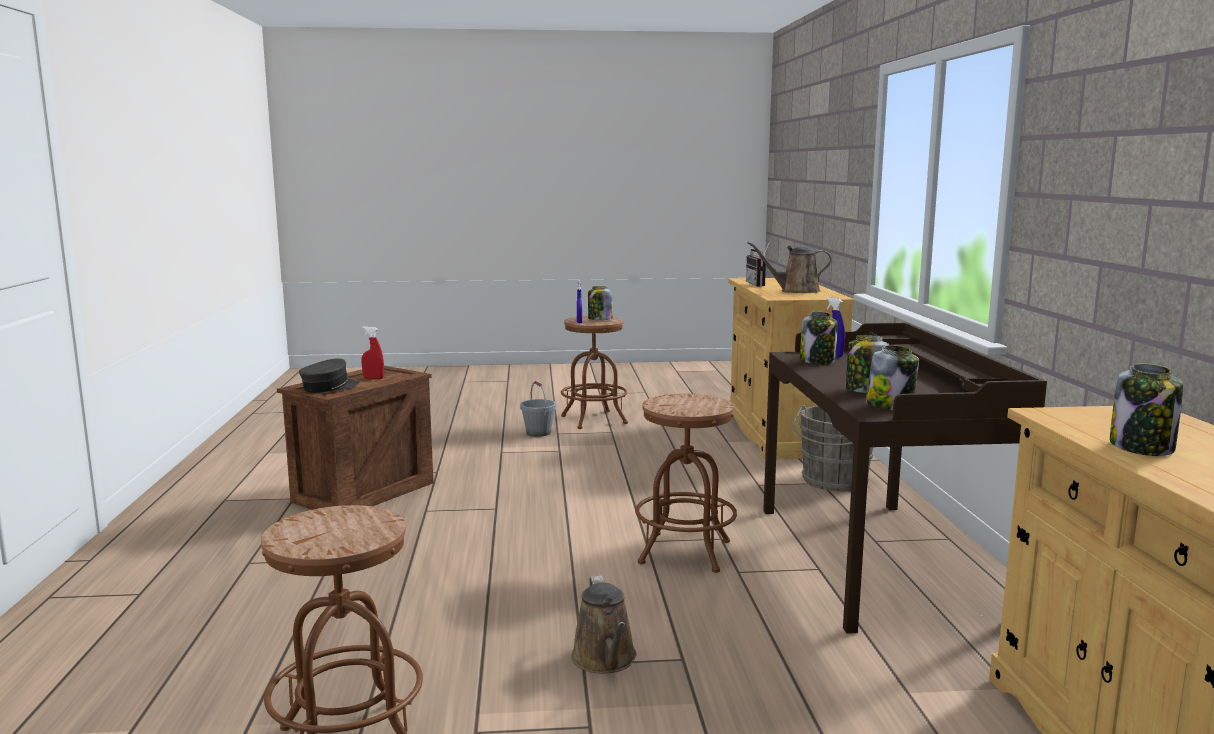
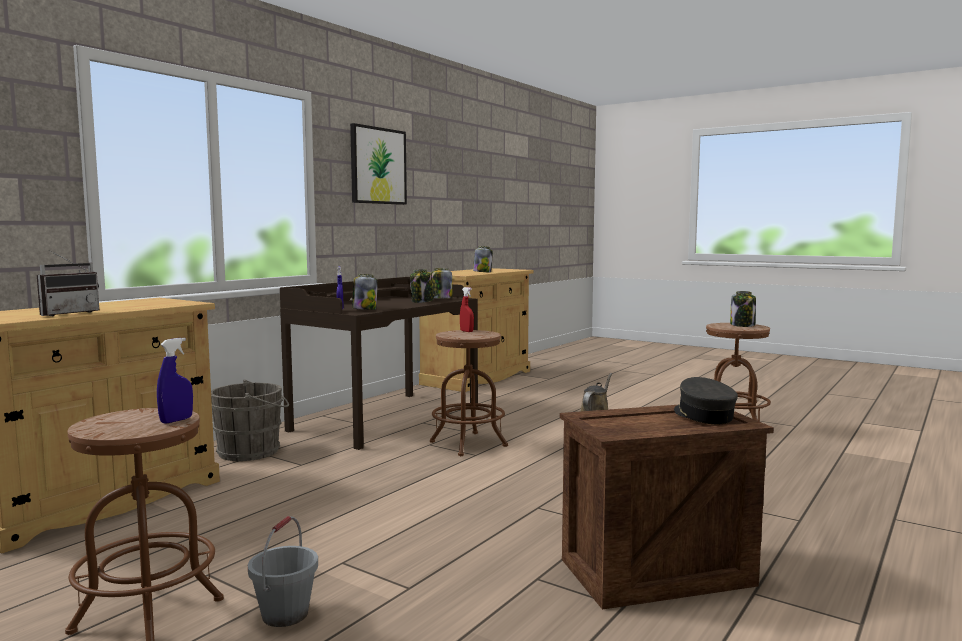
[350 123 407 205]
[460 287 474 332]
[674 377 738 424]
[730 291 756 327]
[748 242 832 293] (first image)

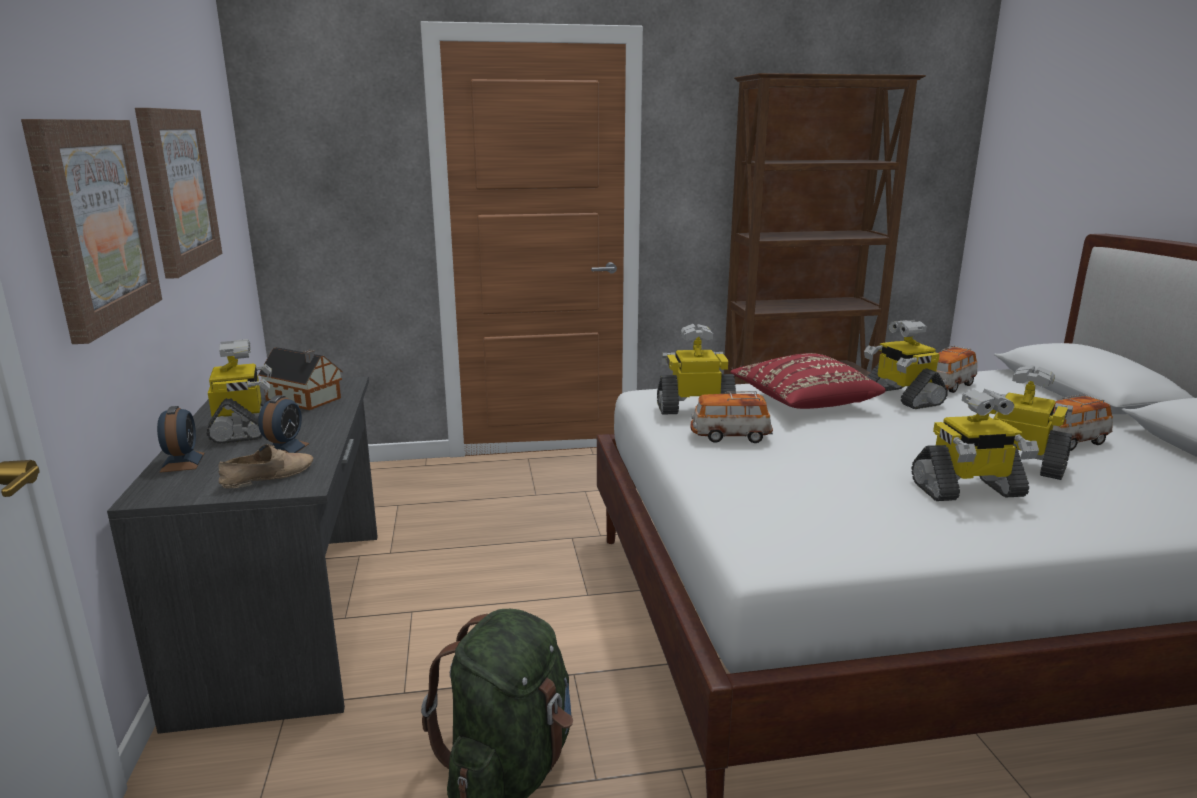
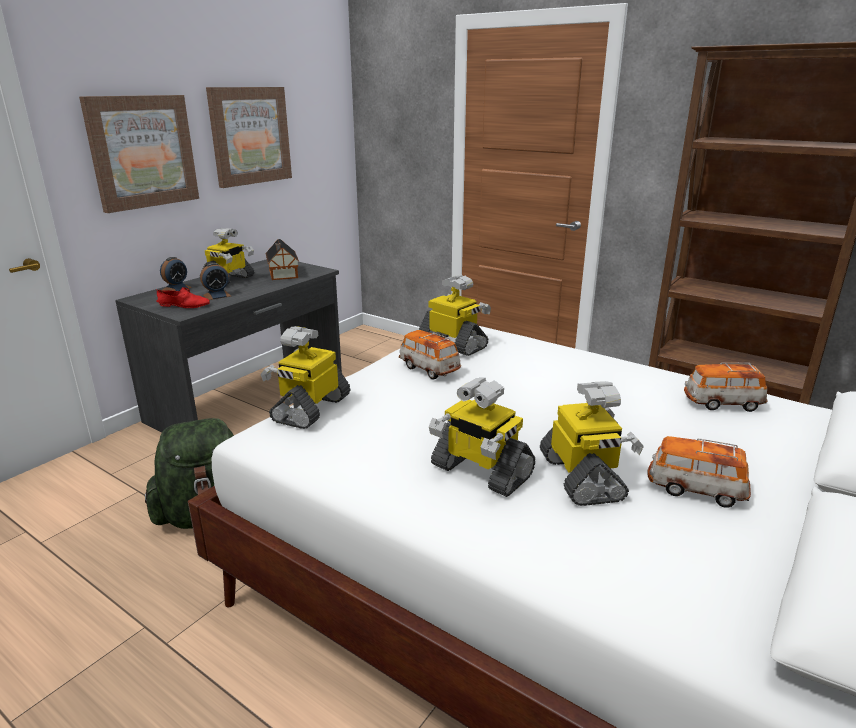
[156 287 210 308]
[261 326 351 429]
[730 353 886 409] (first image)

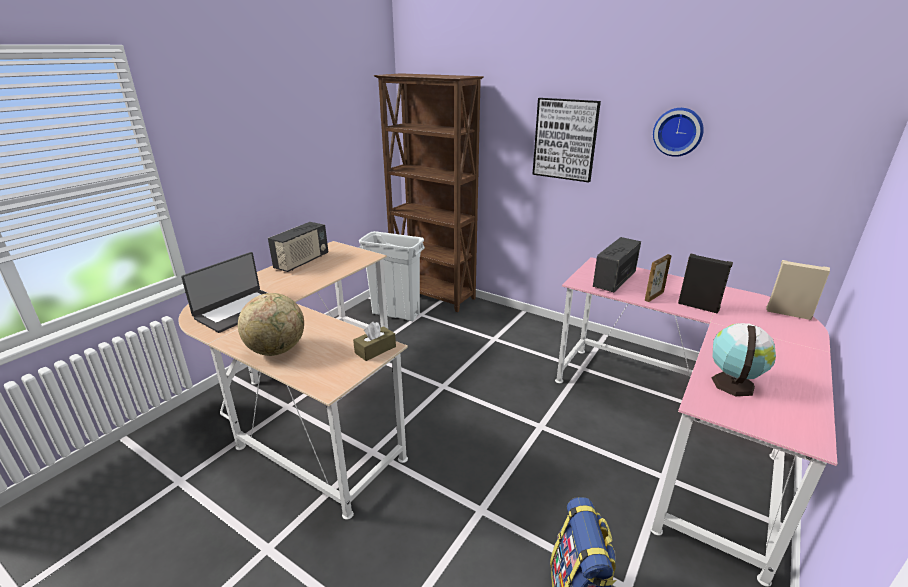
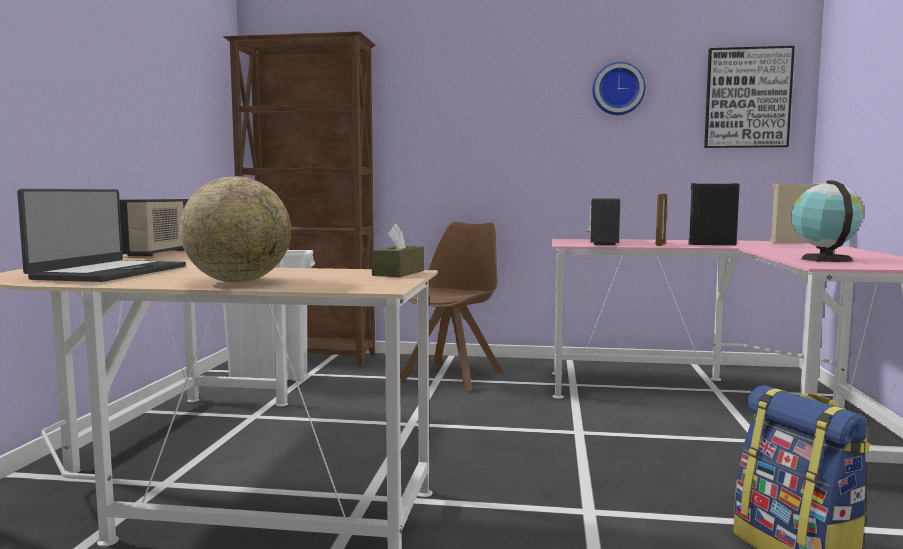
[400 222 503 391]
[704 46 795 148]

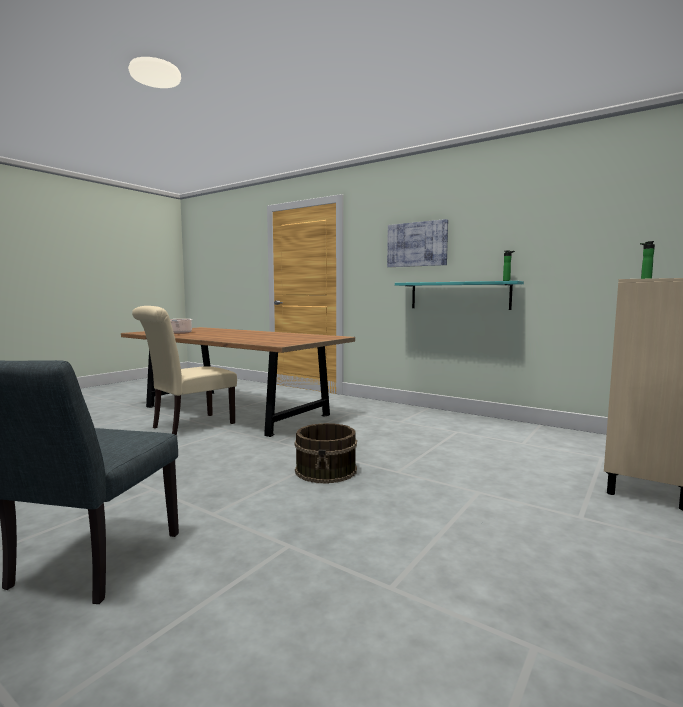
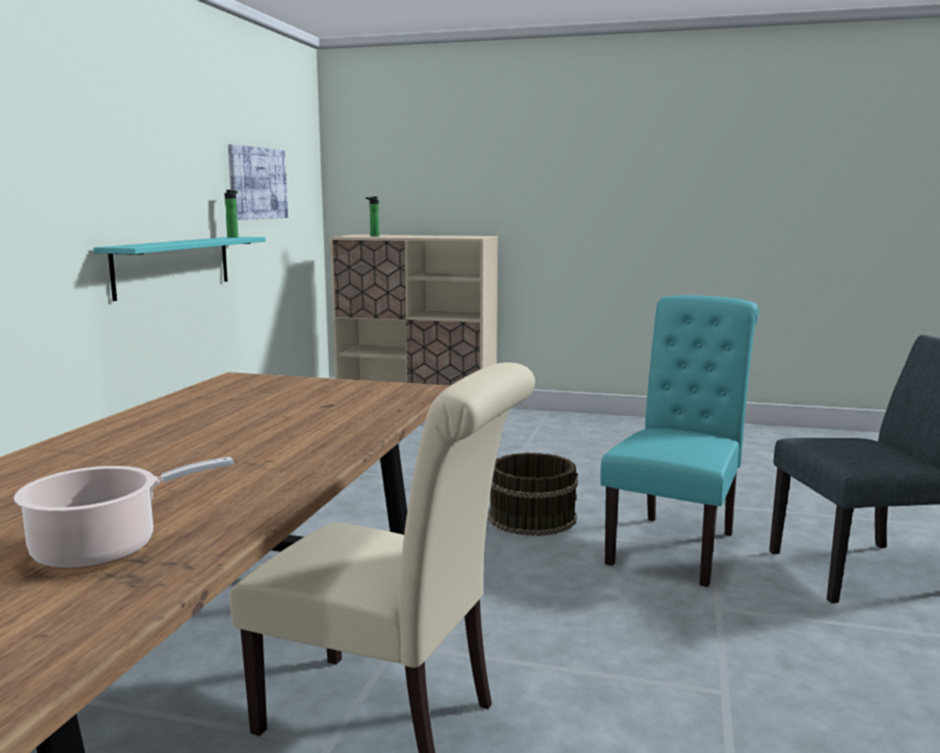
[228 144 288 220]
[600 295 759 587]

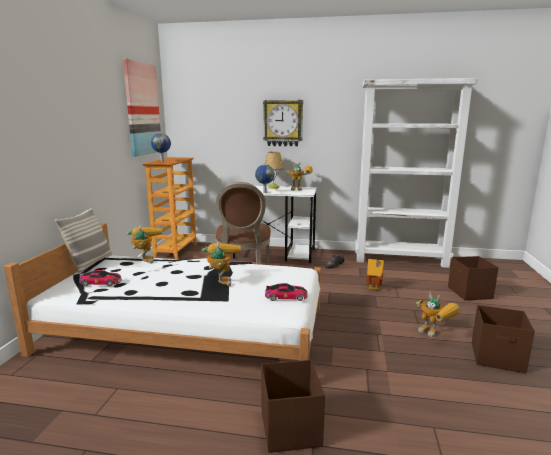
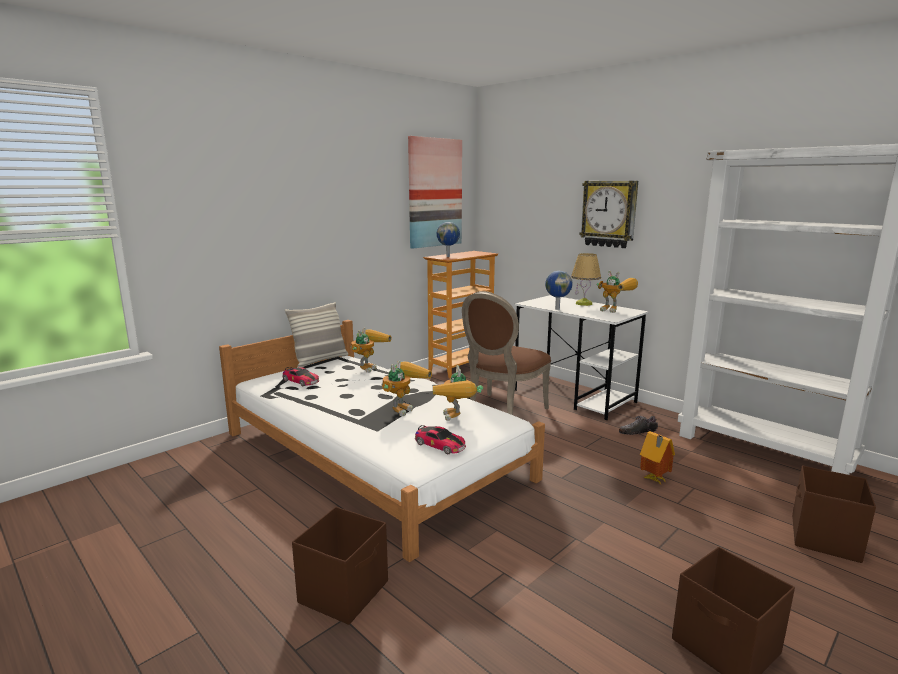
[433 365 483 421]

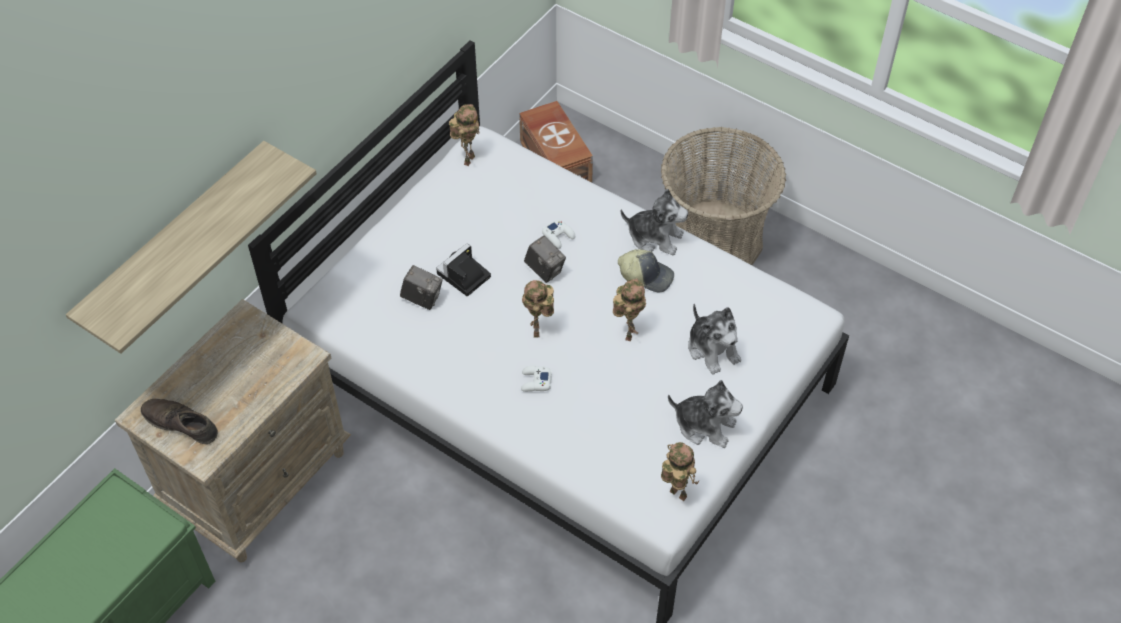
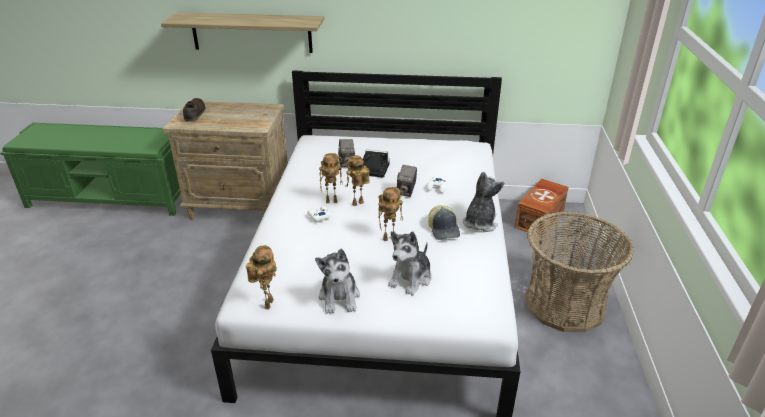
[319 153 343 203]
[463 172 504 232]

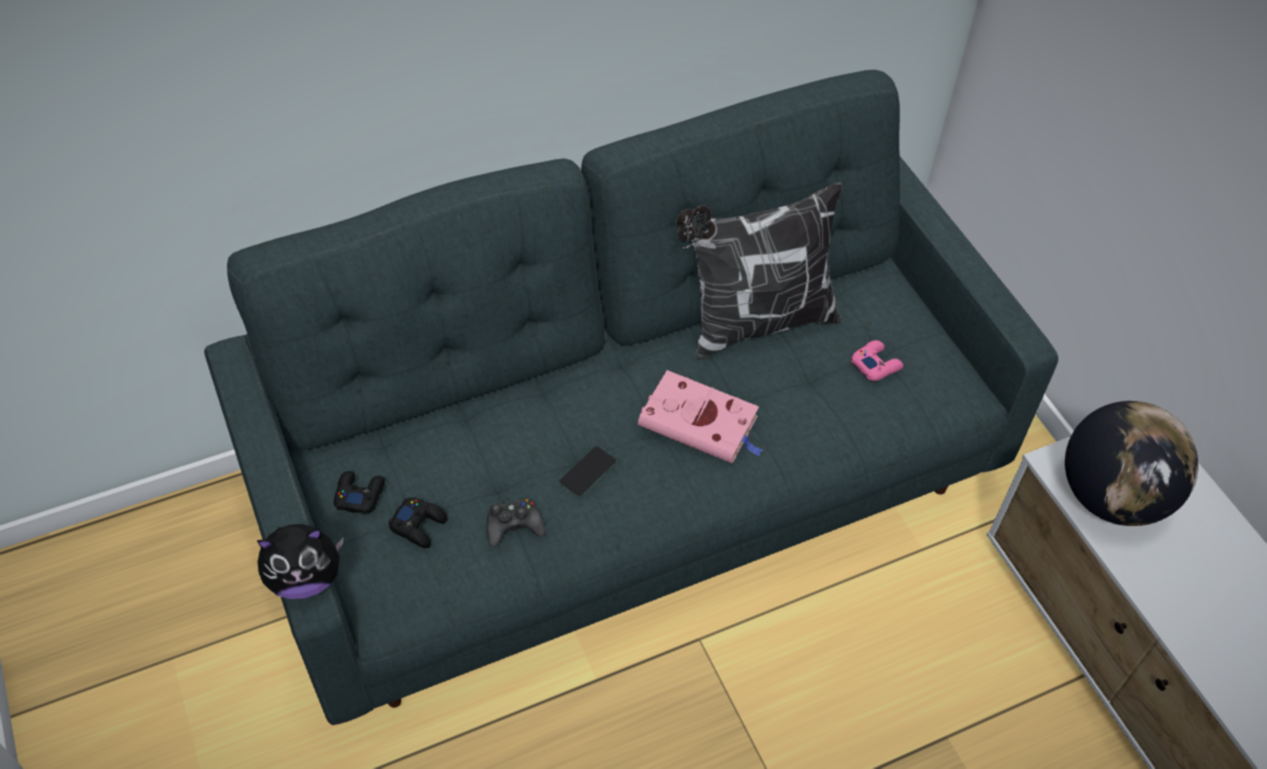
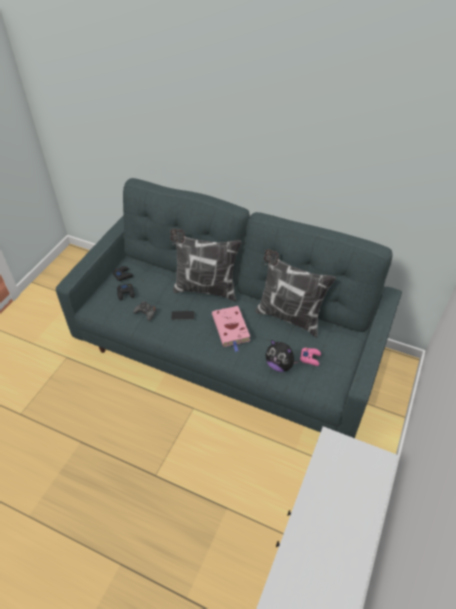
[170 228 241 301]
[265 339 299 372]
[1065 401 1199 526] (first image)

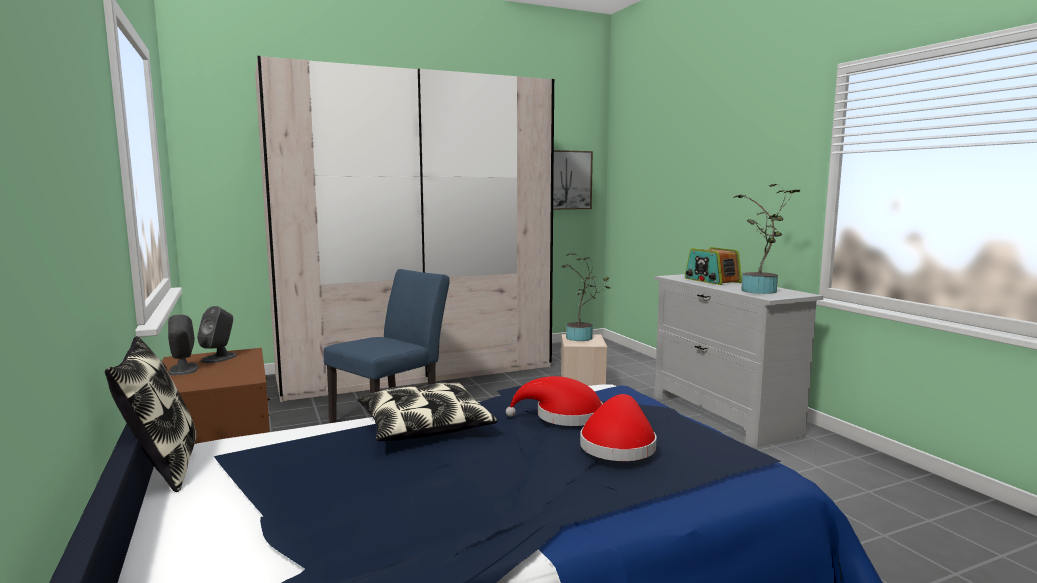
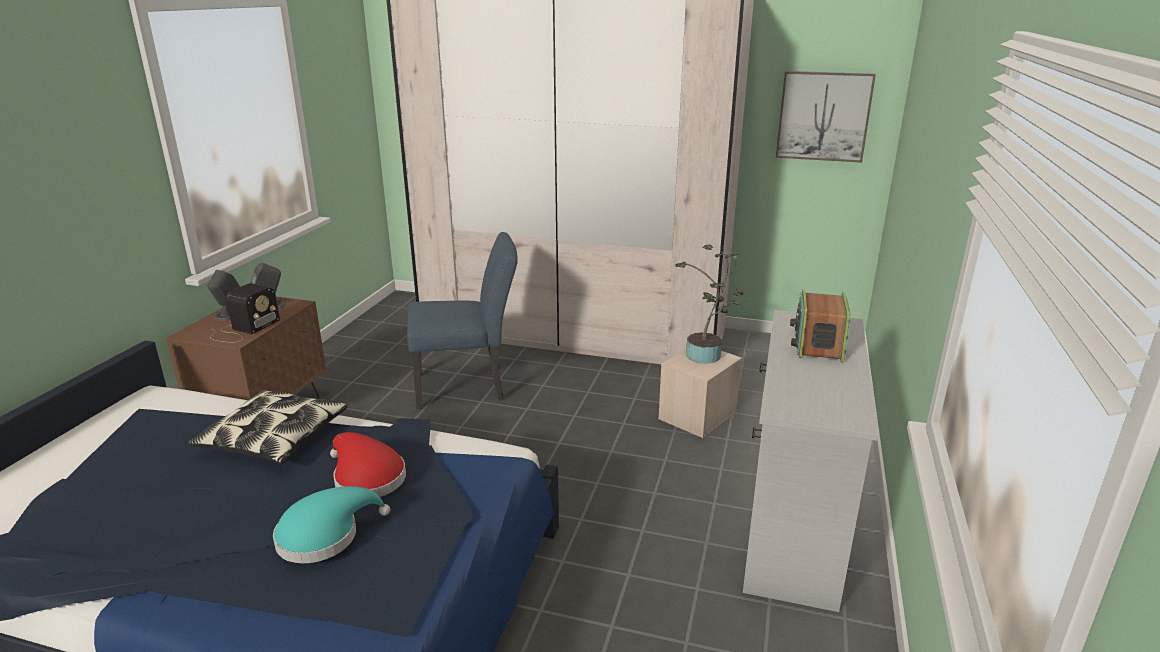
[210 283 280 343]
[273 486 390 563]
[105 336 197 492] (first image)
[733 184 800 294] (first image)

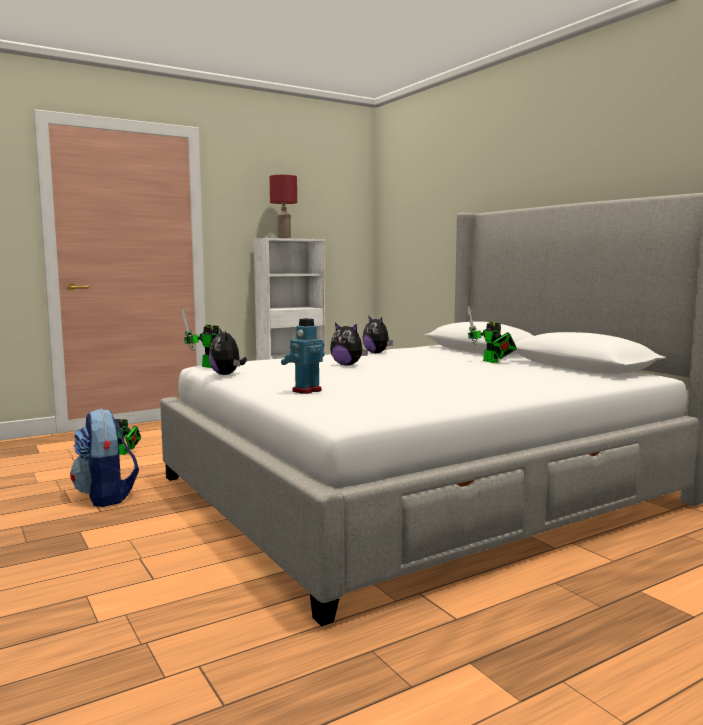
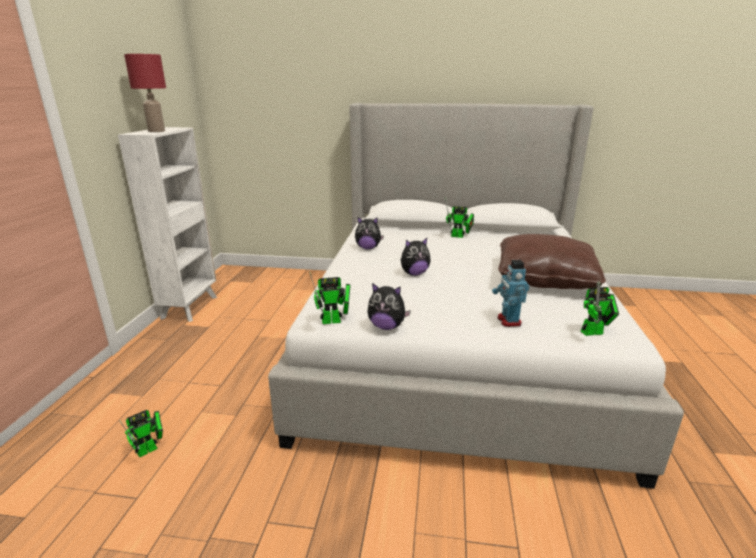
[498 234 606 289]
[581 281 619 336]
[70 408 139 507] (first image)

